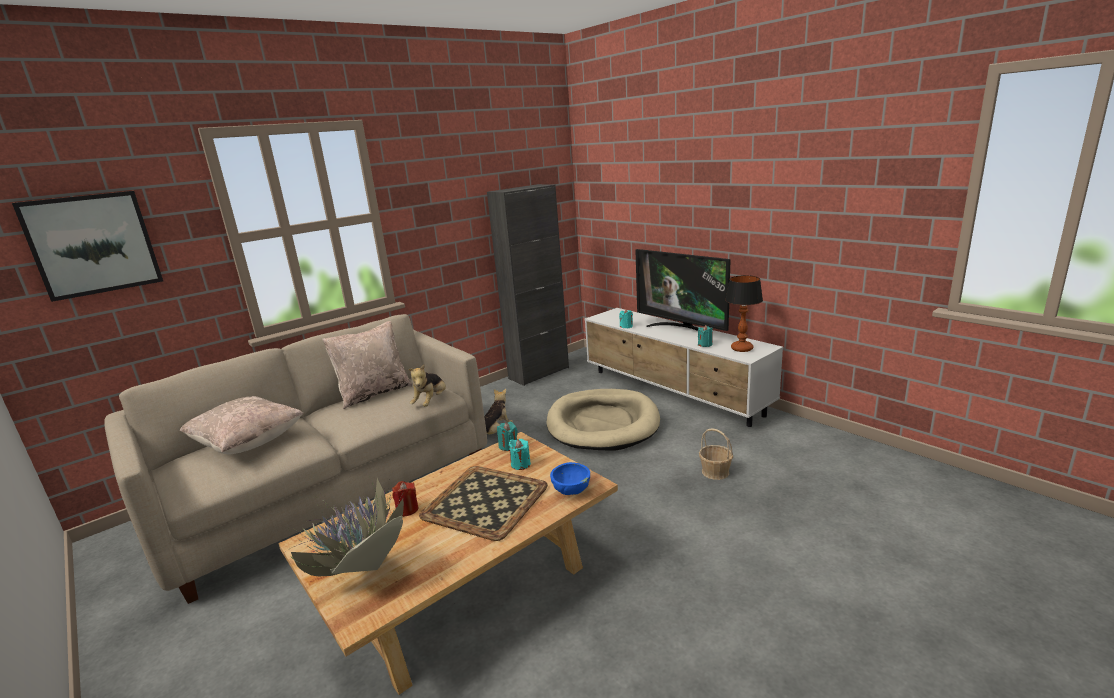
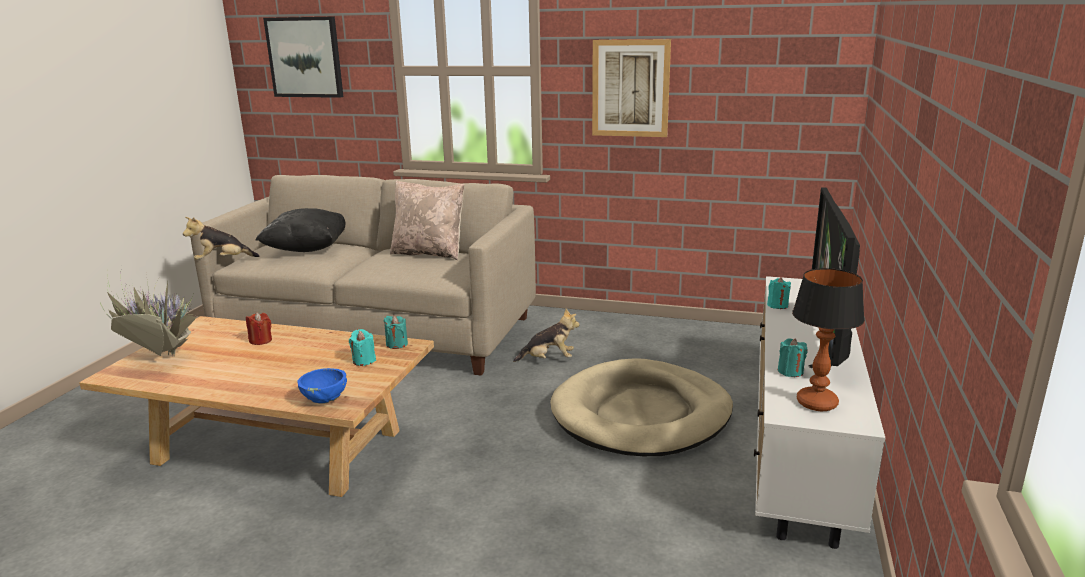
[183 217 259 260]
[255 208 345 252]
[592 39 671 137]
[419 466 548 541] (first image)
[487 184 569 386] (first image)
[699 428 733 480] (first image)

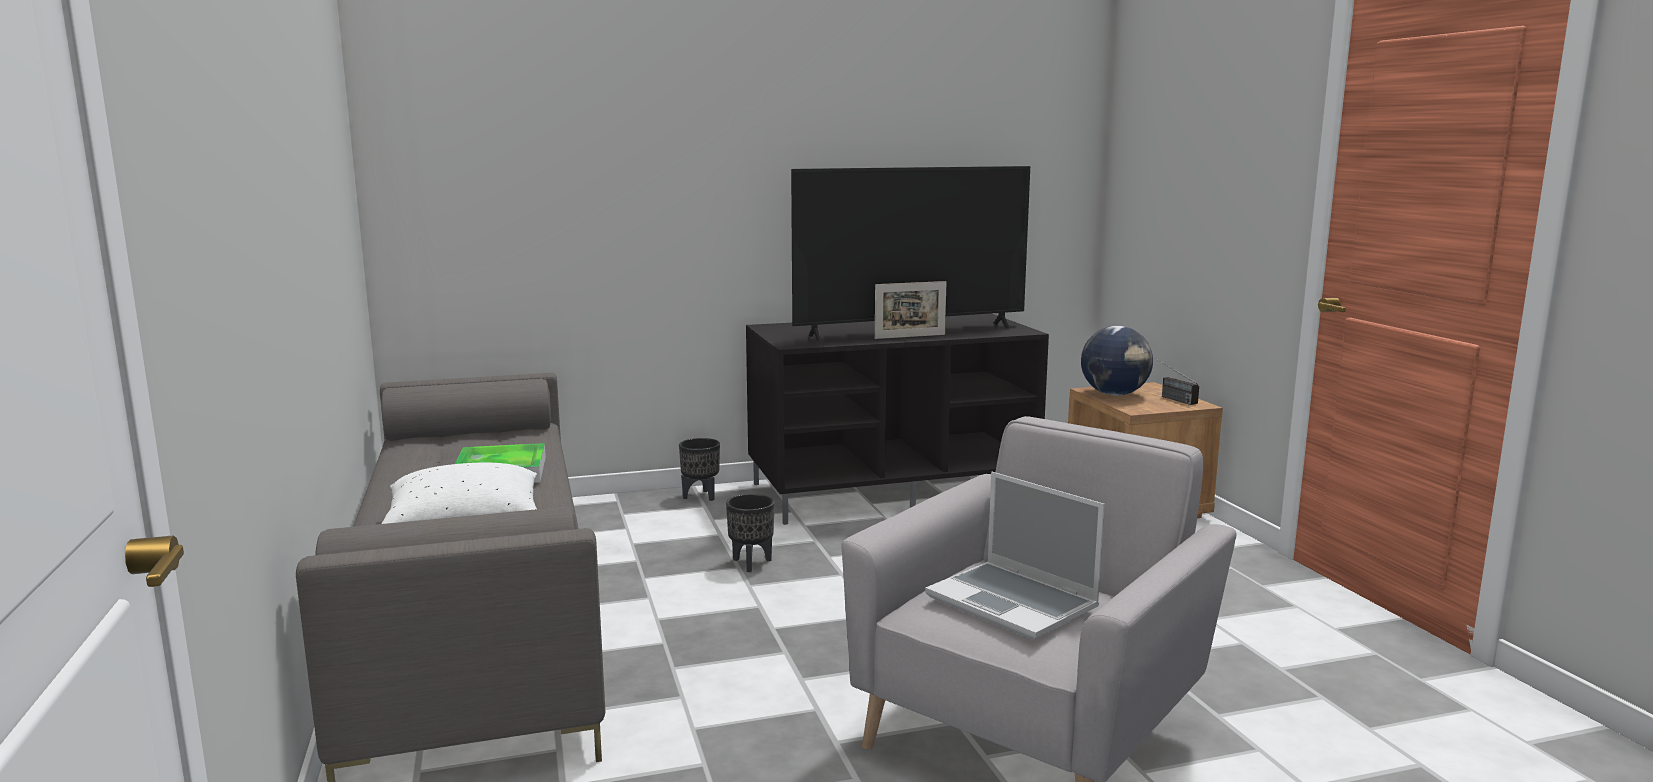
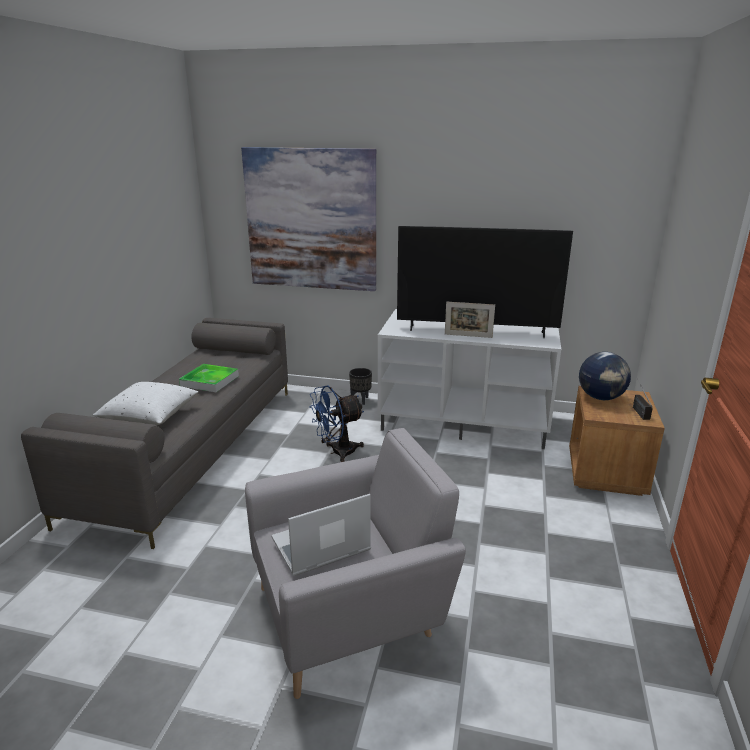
[241 147 376 291]
[271 494 371 576]
[309 386 364 462]
[378 309 561 449]

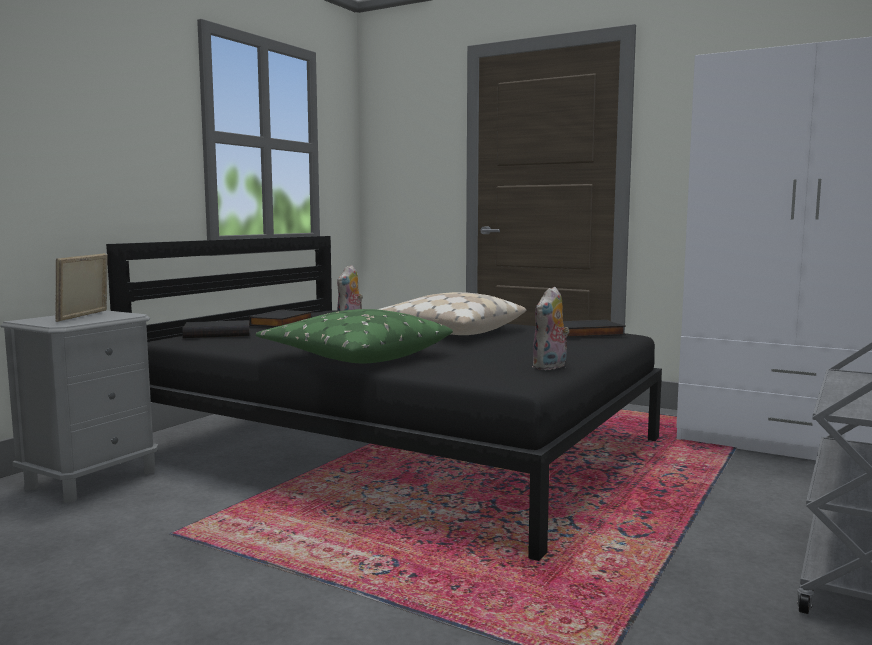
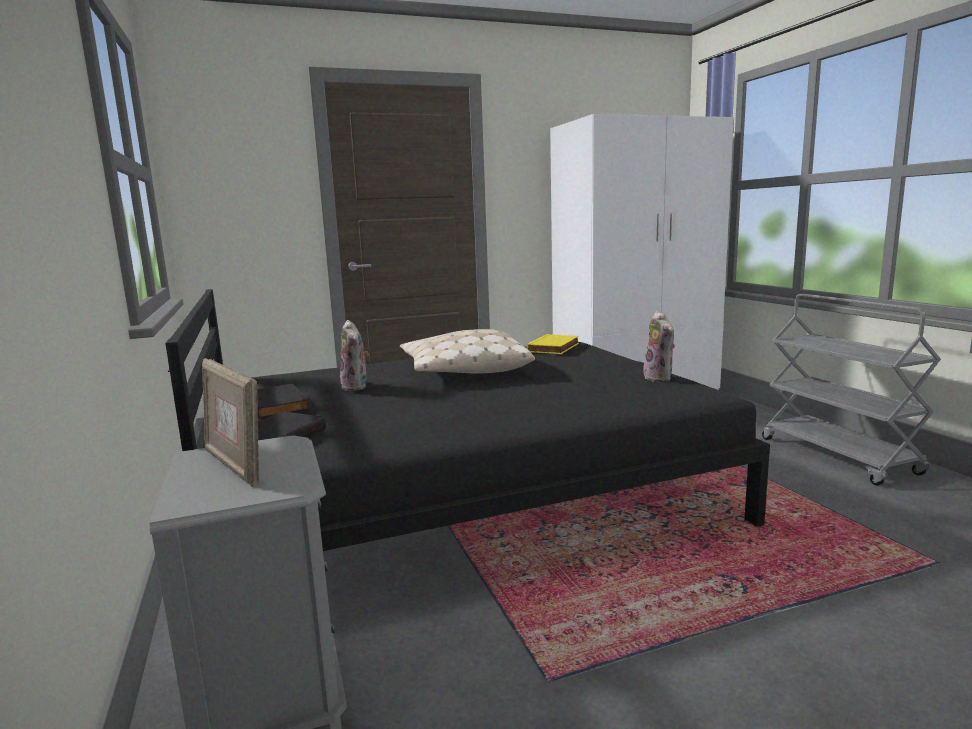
[527 334 579 354]
[256 309 453 363] (first image)

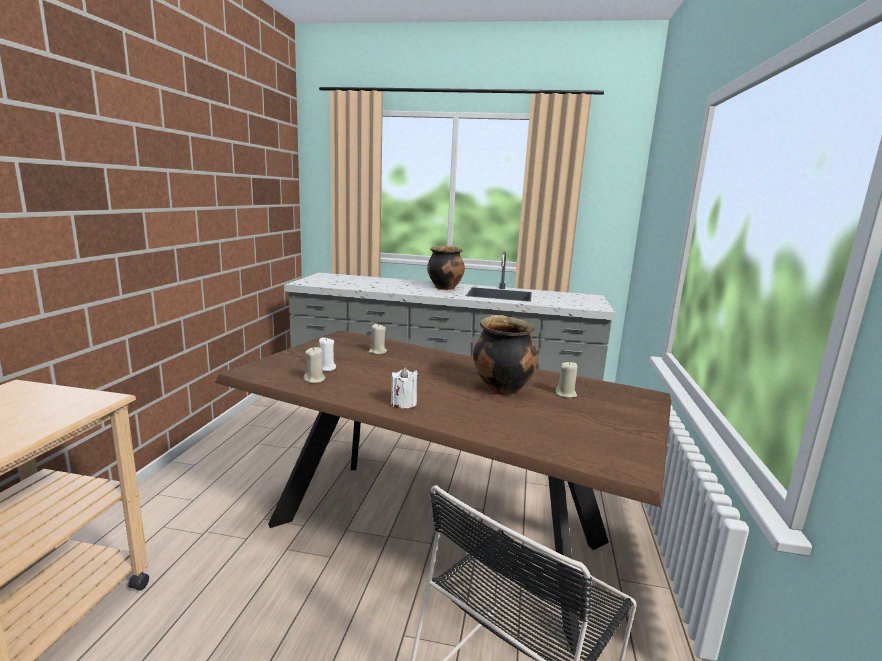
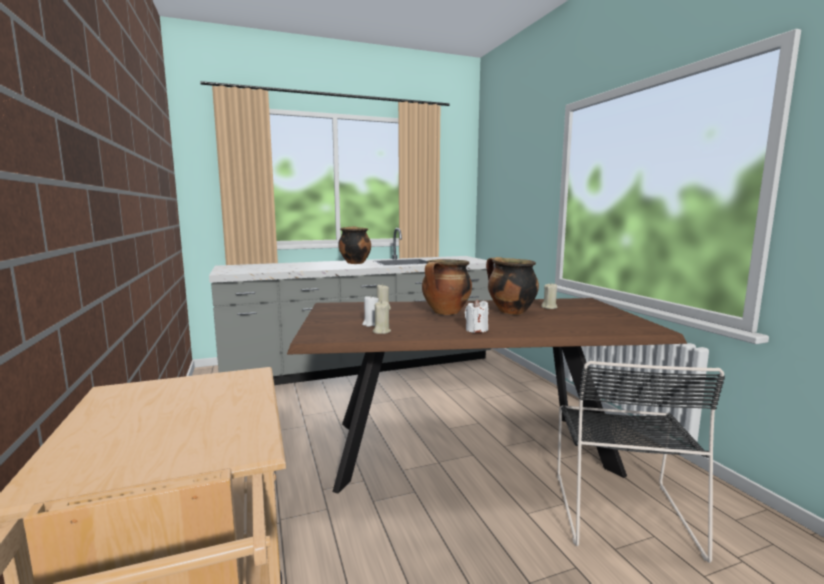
[422 259 472 315]

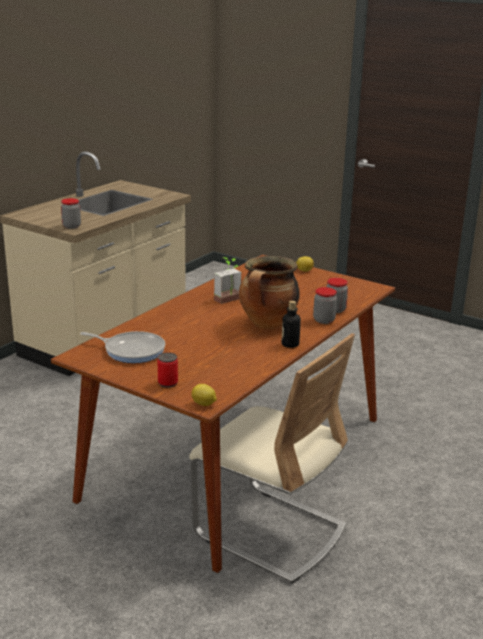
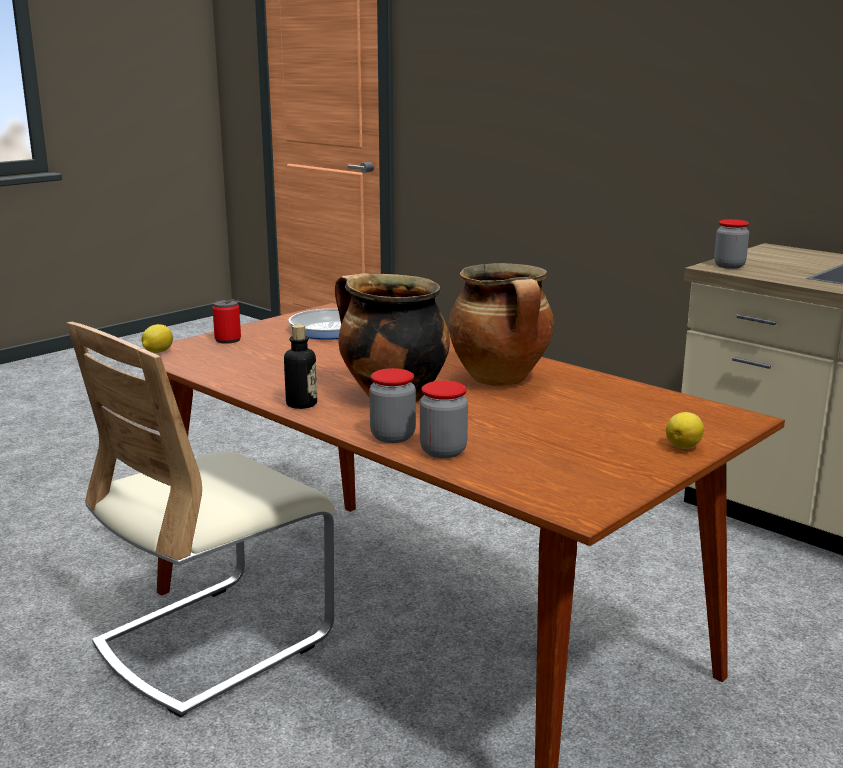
[449 263 554 386]

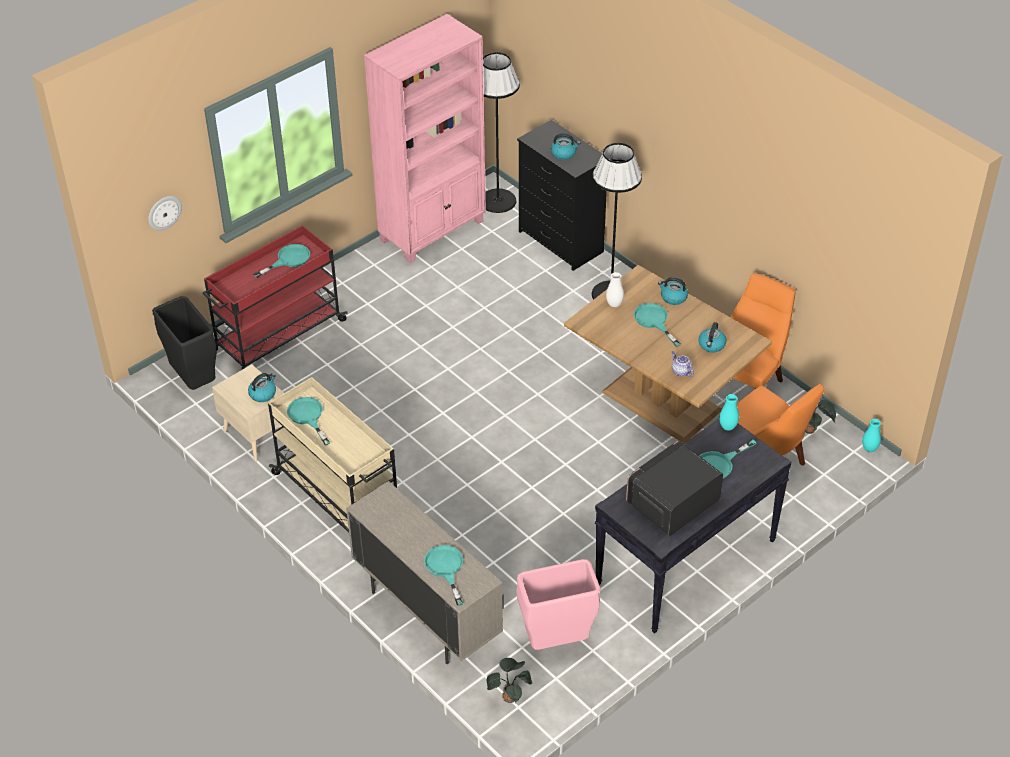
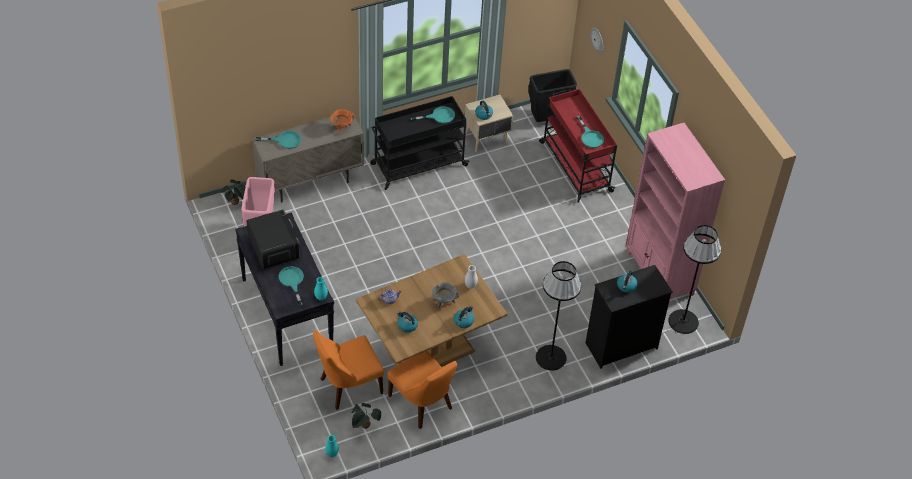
[330 109 355 134]
[370 96 469 190]
[432 282 459 308]

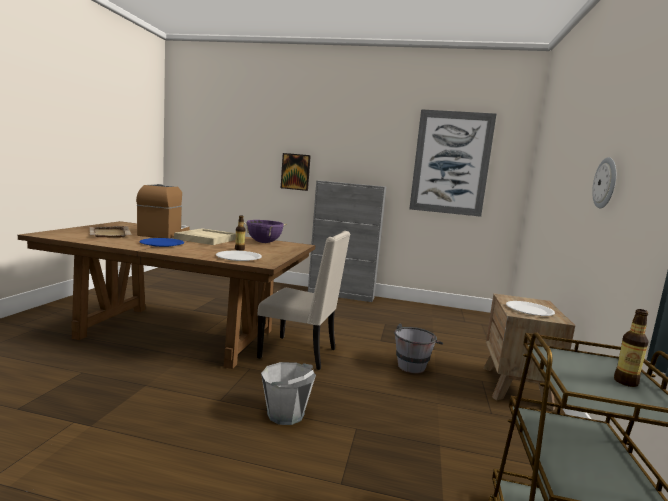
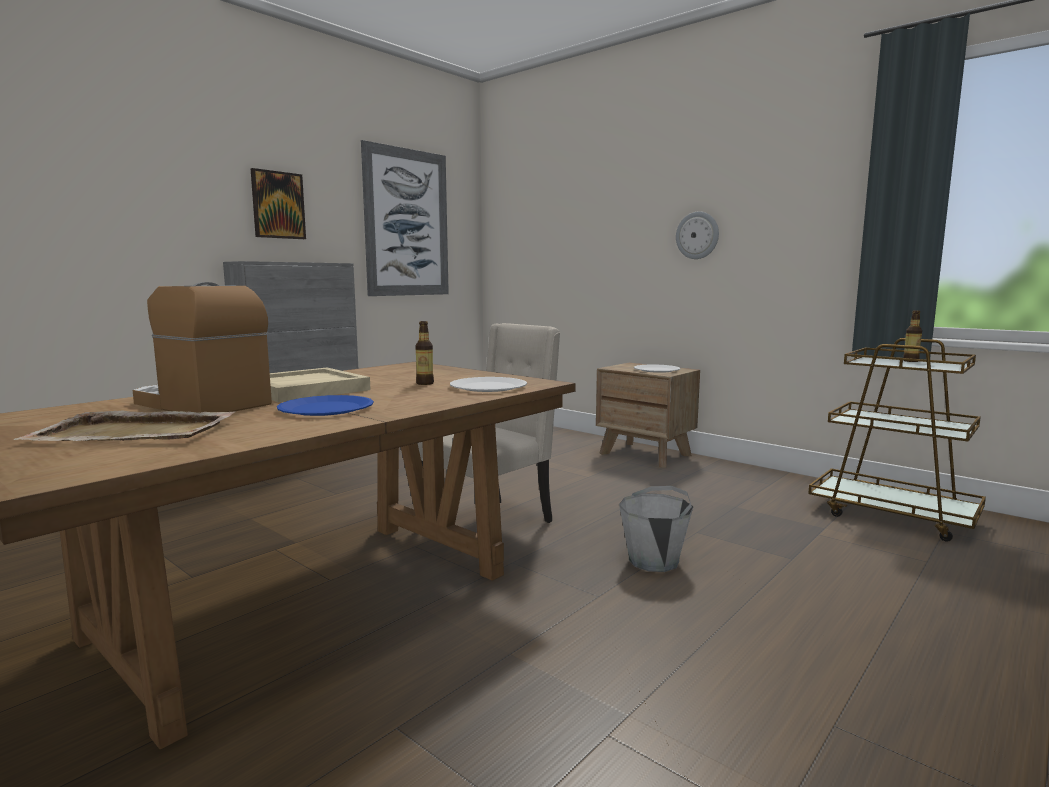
[250 168 306 239]
[244 220 287 243] (first image)
[394 324 443 374] (first image)

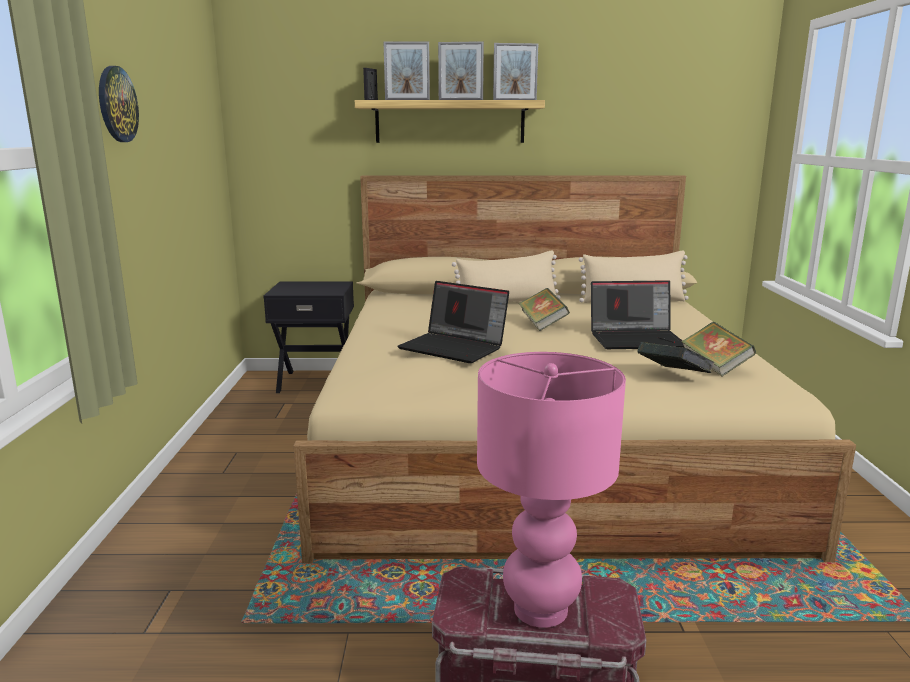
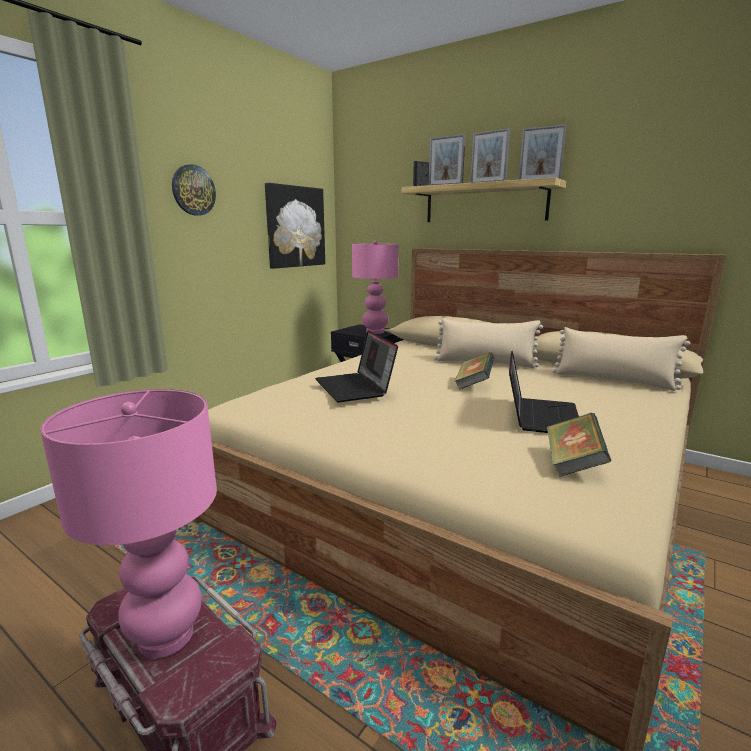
[265 183 325 269]
[352 241 399 334]
[509 351 579 433]
[637 342 715 373] (first image)

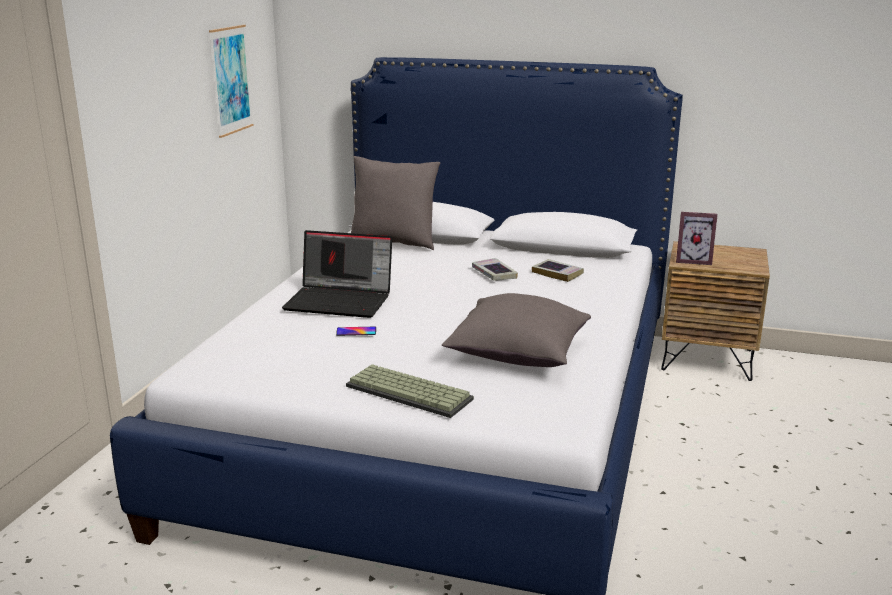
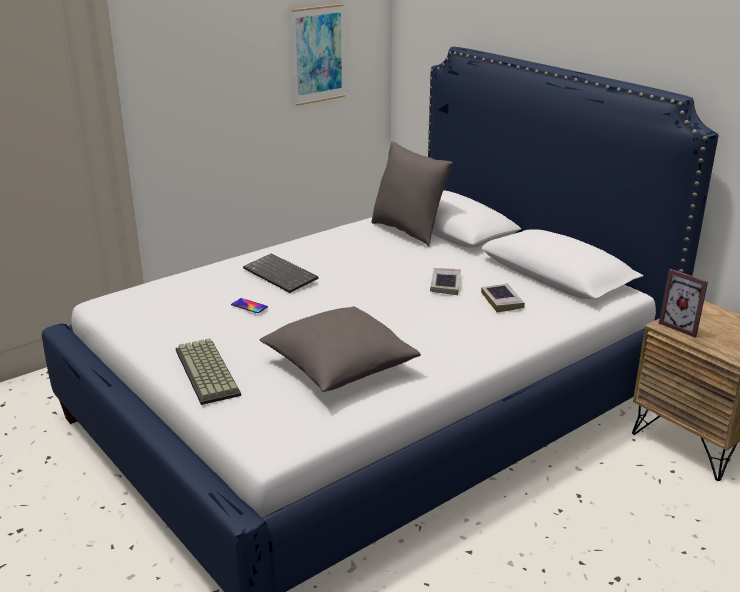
[243 253 318 293]

